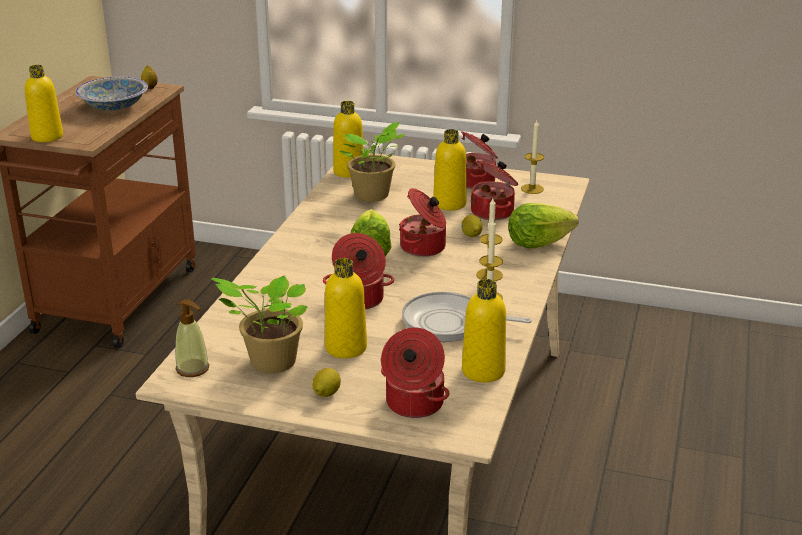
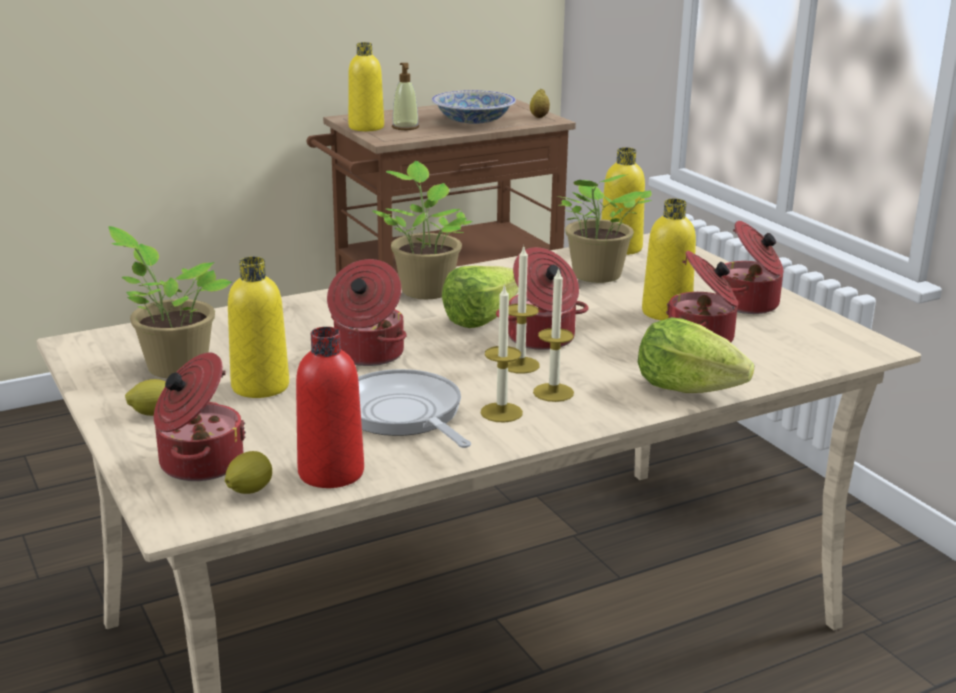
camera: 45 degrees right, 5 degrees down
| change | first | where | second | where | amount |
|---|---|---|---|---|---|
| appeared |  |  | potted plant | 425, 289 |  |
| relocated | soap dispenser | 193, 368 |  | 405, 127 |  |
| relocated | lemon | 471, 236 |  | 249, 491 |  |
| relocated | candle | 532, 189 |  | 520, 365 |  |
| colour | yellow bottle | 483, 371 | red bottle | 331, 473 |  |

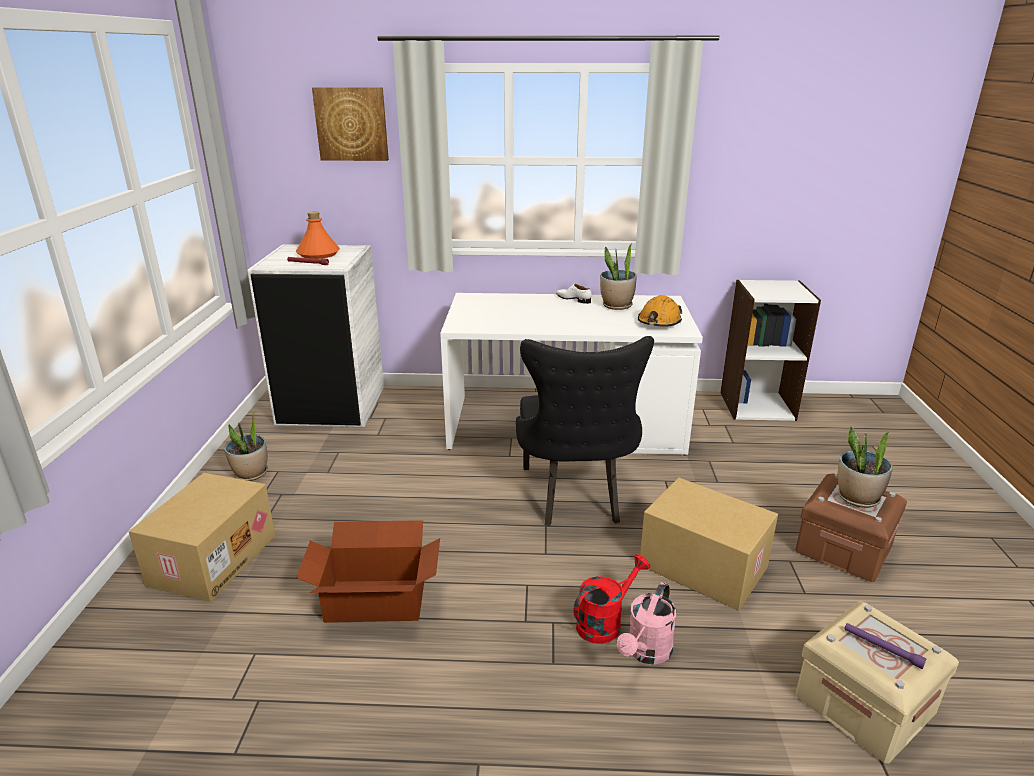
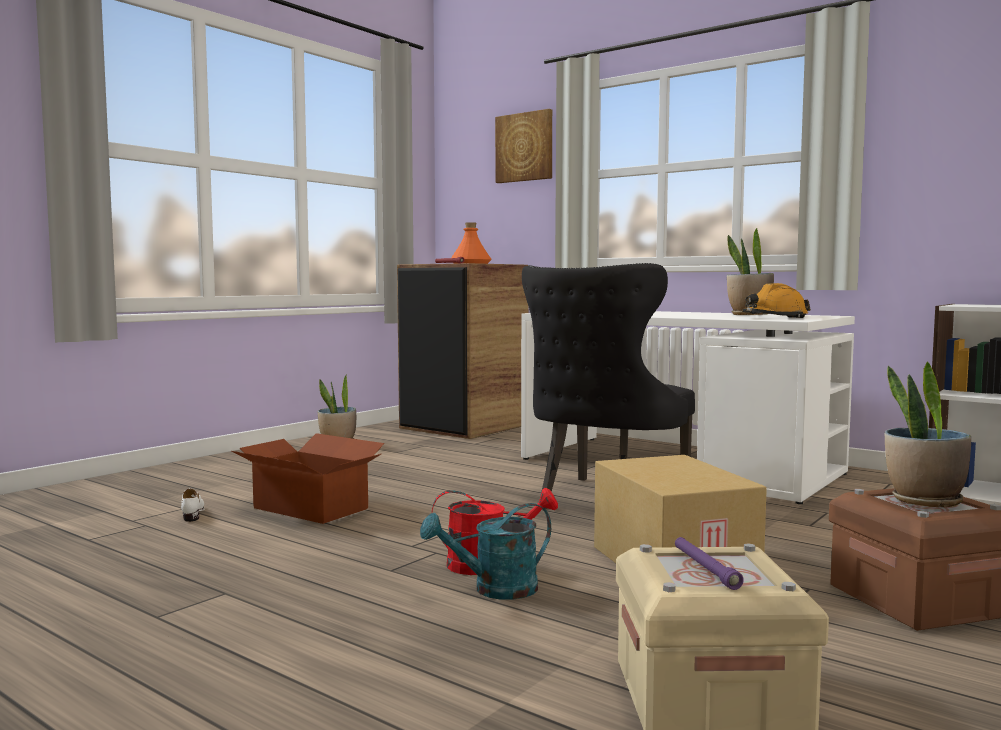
camera: 35 degrees right, 20 degrees down
| change | first | where | second | where | amount |
|---|---|---|---|---|---|
| missing | cardboard box | 212, 559 |  |  |  |
| relocated | white shoe | 573, 299 |  | 192, 513 |  |
| colour | white cabinet | 332, 405 | brown cabinet | 464, 427 |  |
| colour | pink watering can | 646, 653 | turquoise watering can | 494, 590 |  |

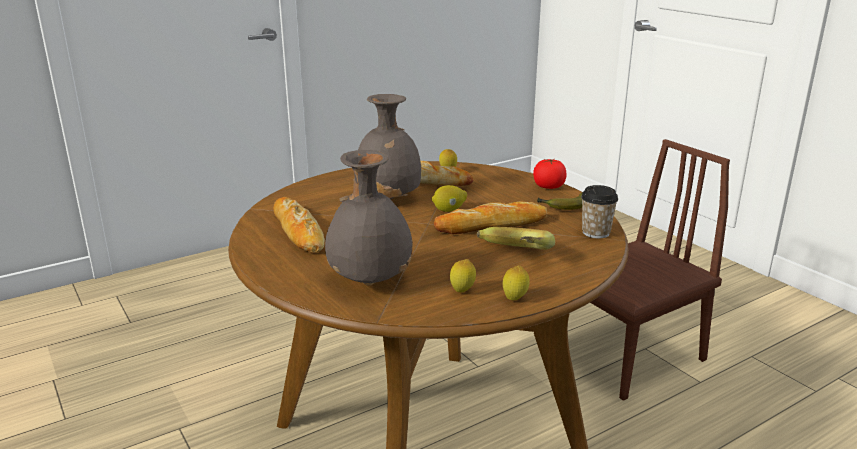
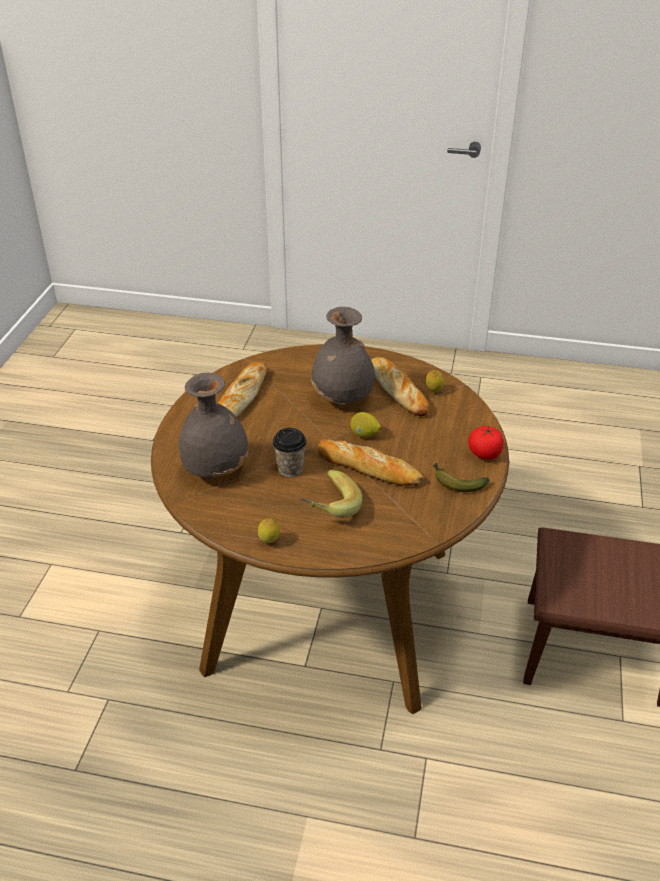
camera: 45 degrees right, 15 degrees up
| change | first | where | second | where | amount |
|---|---|---|---|---|---|
| missing | lemon | 462, 292 |  |  |  |
| relocated | cup | 596, 232 |  | 290, 469 |  |

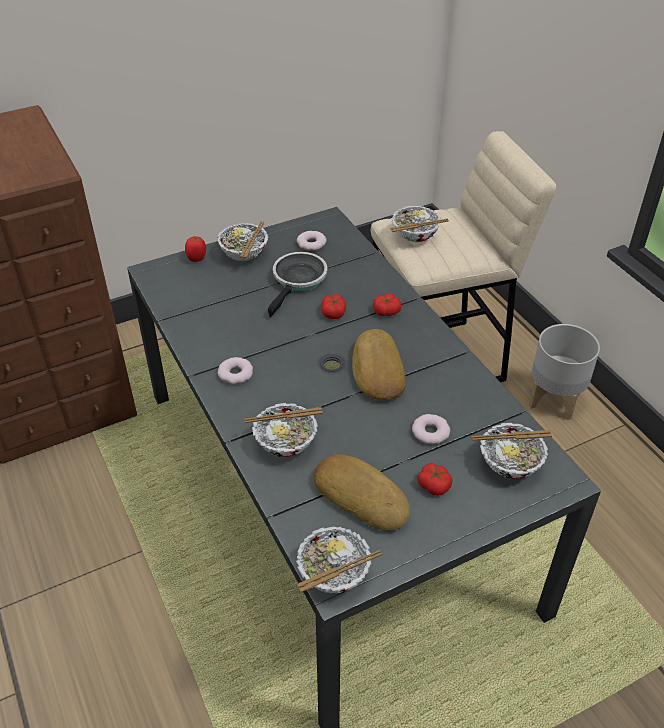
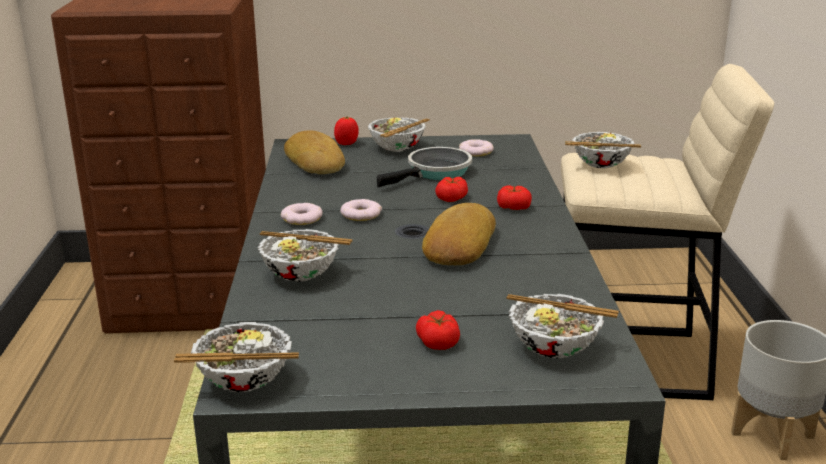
camera: 25 degrees right, 20 degrees down
| change | first | where | second | where | amount |
|---|---|---|---|---|---|
| relocated | bread | 362, 495 |  | 316, 161 |  |
| relocated | donut | 430, 432 |  | 361, 214 |  |

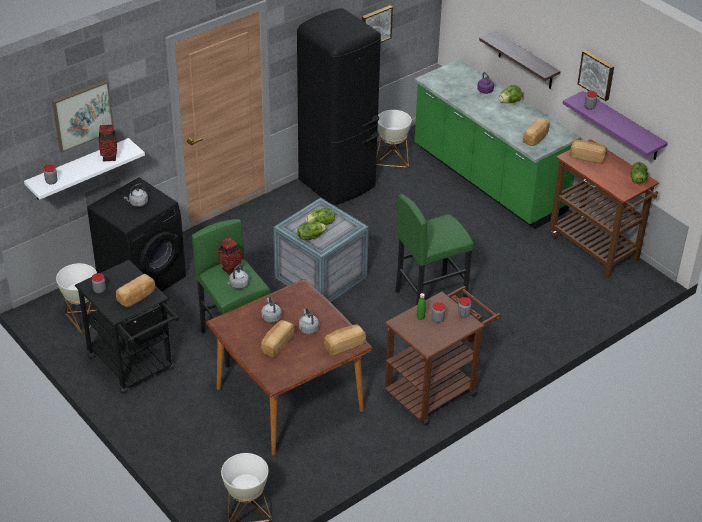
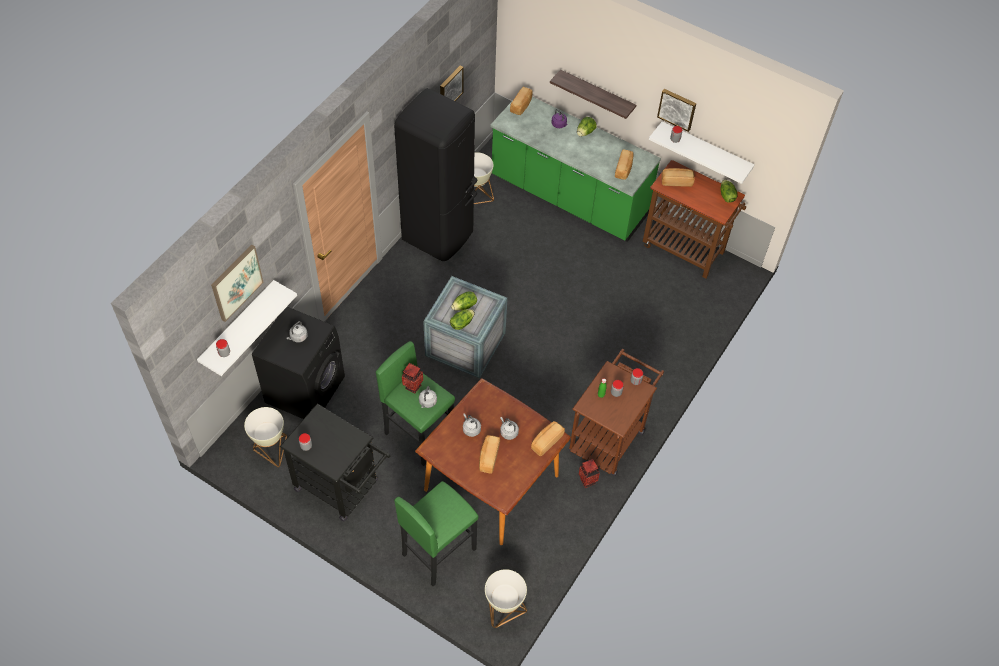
camera: 20 degrees left, 15 degrees up
| change | first | where | second | where | amount |
|---|---|---|---|---|---|
| relocated | vase | 109, 157 |  | 587, 481 |  |
| relocated | bread | 137, 297 |  | 521, 106 |  |
| relocated | green stool | 430, 296 |  | 438, 551 |  |
| colour | purple shelf | 622, 126 | white shelf | 705, 151 |  |

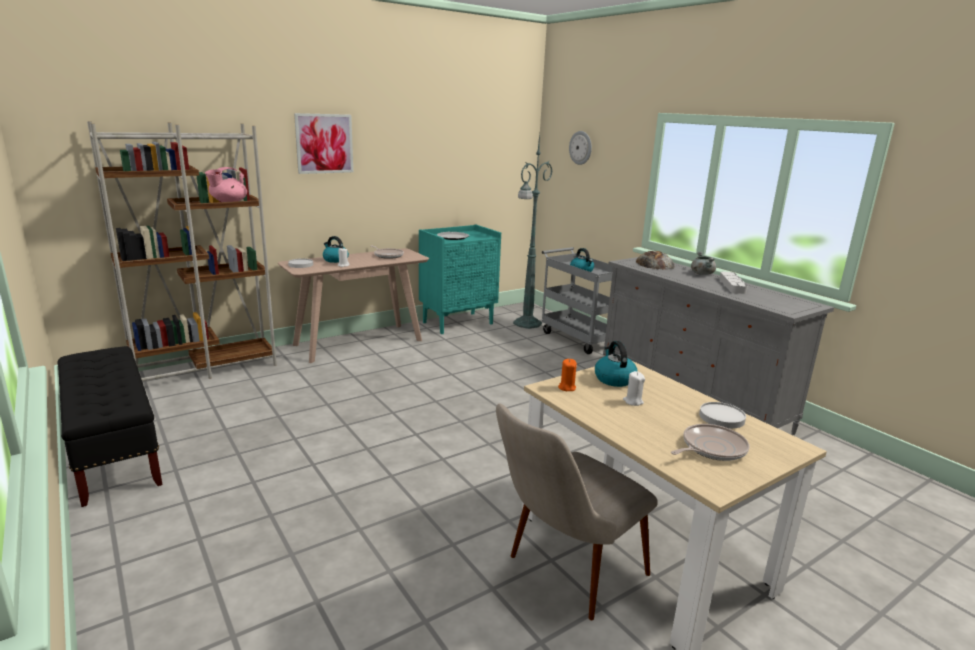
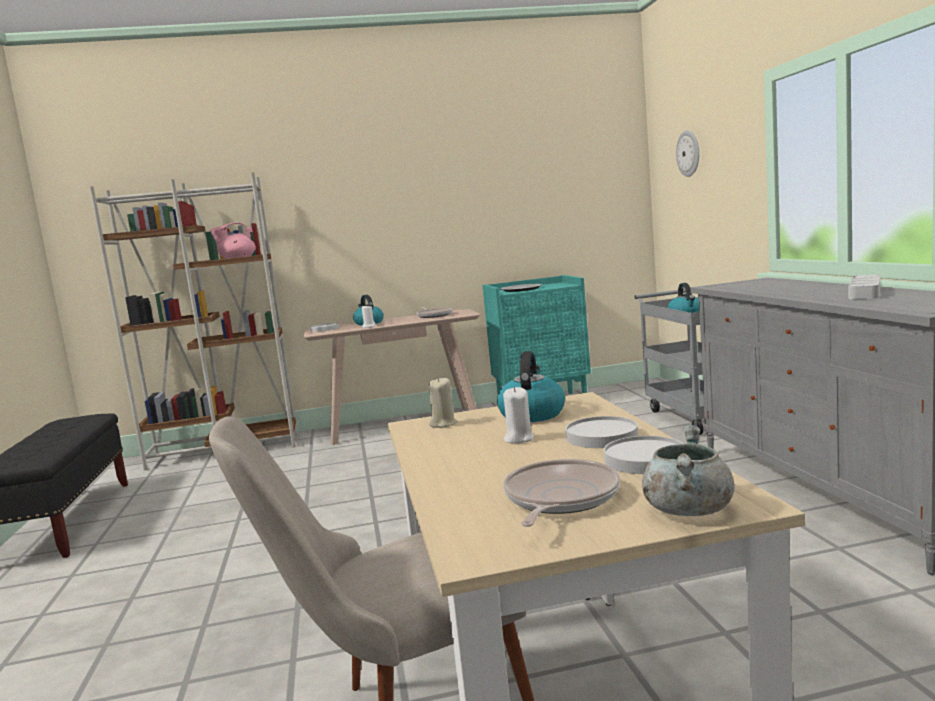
camera: 25 degrees right, 10 degrees down
| change | first | where | second | where | amount |
|---|---|---|---|---|---|
| missing | picture | 324, 143 |  |  |  |
| missing | green floor lamp | 526, 324 |  |  |  |
| missing | bread | 654, 264 |  |  |  |
| appeared |  |  | white plate | 601, 436 |  |
| relocated | grey cooking pot | 701, 273 |  | 687, 509 |  |
| colour | orange candle | 566, 387 | beige candle | 443, 424 |  |
| spun | frying pan | 711, 448 |  | 559, 499 | 60 degrees counterclockwise |

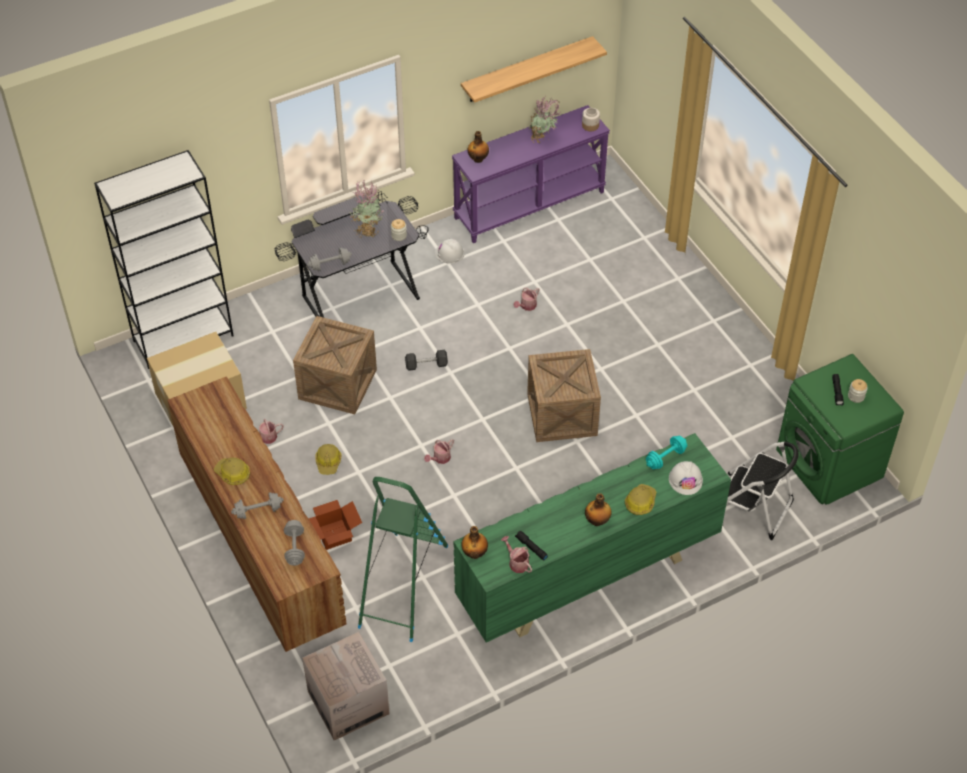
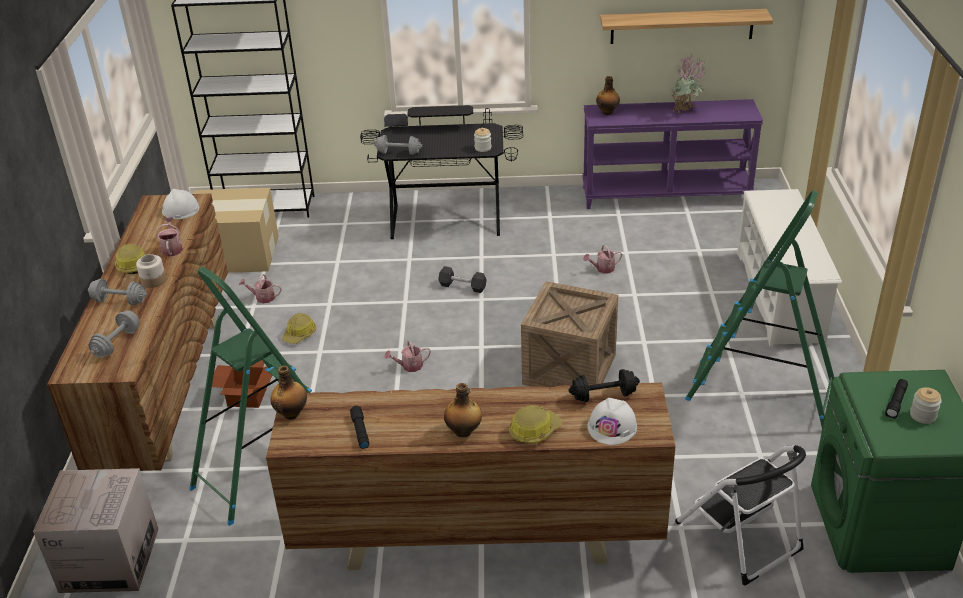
camera: 30 degrees right, 15 degrees down
| change | first | where | second | where | amount |
|---|---|---|---|---|---|
| missing | crate | 337, 384 |  |  |  |
| missing | potted plant | 367, 230 |  |  |  |
| appeared |  |  | green step ladder | 760, 395 |  |
| appeared |  |  | white shoe rack | 779, 296 |  |
| relocated | white hard hat | 449, 253 |  | 180, 209 |  |
| relocated | watering can | 517, 562 |  | 172, 248 |  |
| relocated | jar | 590, 125 |  | 154, 281 |  |
| colour | green cabinet | 587, 579 | brown cabinet | 475, 539 |  |
| colour | turquoise dumbbell | 665, 458 | black dumbbell | 603, 395 |  |

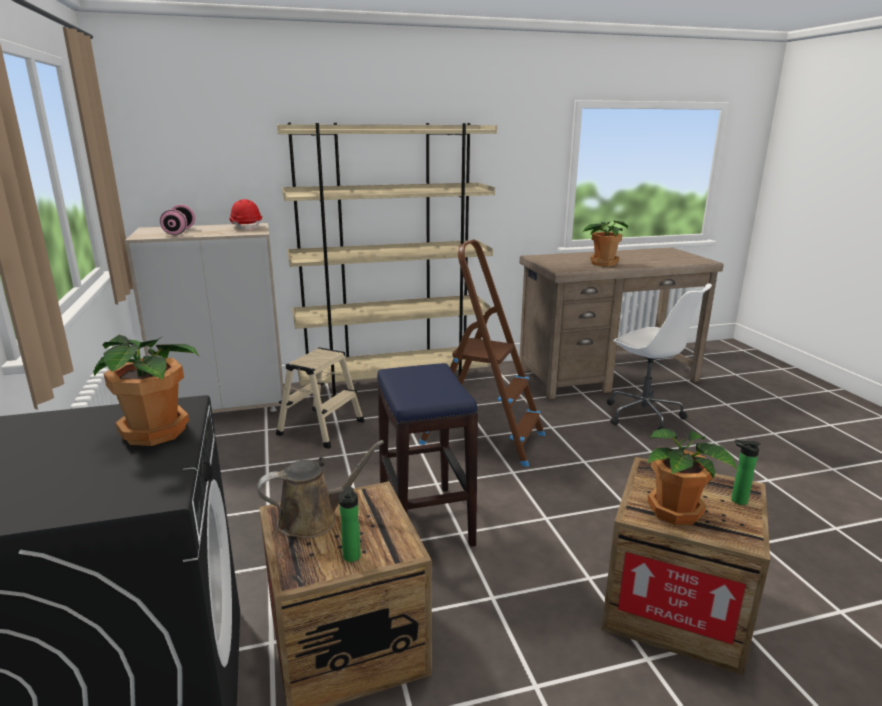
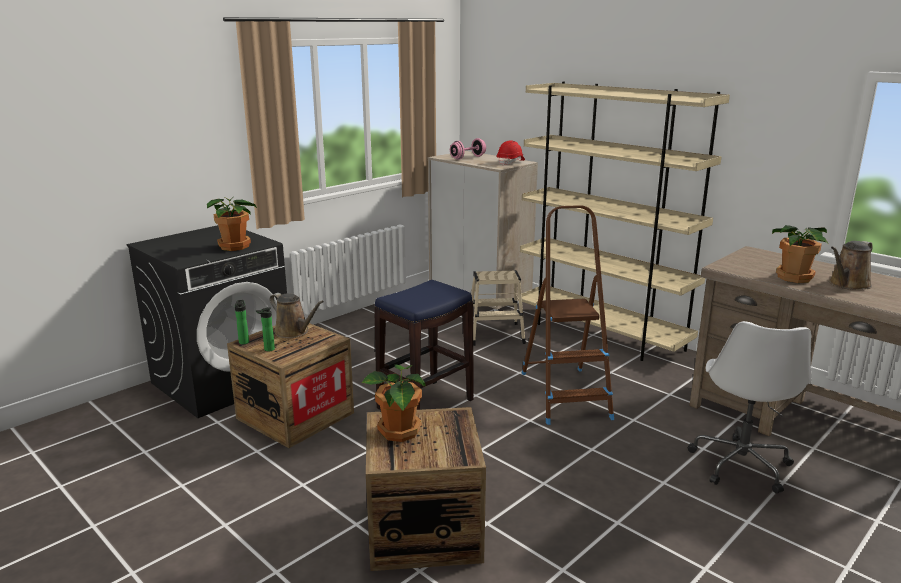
camera: 60 degrees right, 0 degrees up
| change | first | where | second | where | amount |
|---|---|---|---|---|---|
| appeared |  |  | brown watering can | 847, 285 |  |
| relocated | bottle | 736, 500 |  | 244, 341 |  |

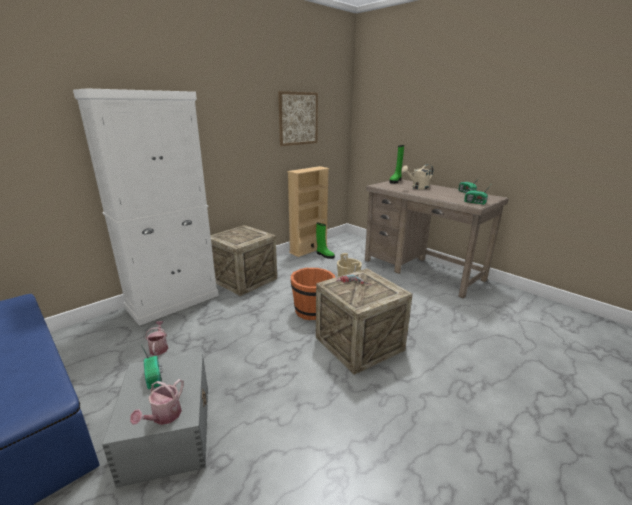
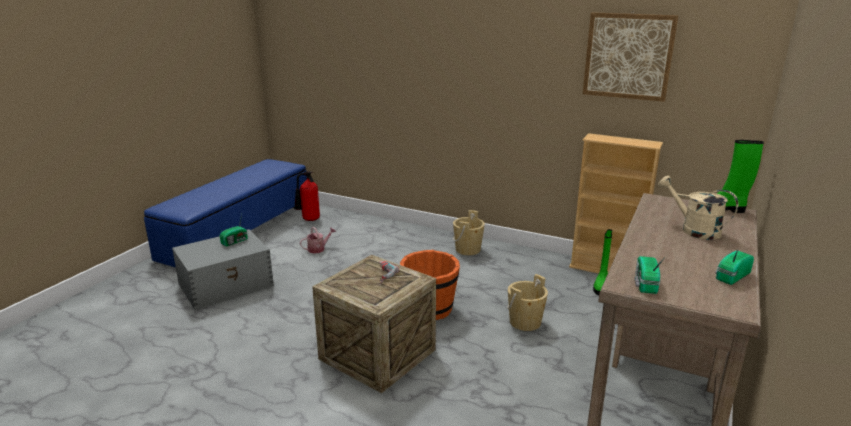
camera: 70 degrees right, 0 degrees up
| change | first | where | second | where | amount |
|---|---|---|---|---|---|
| missing | white cabinet | 173, 301 |  |  |  |
| missing | watering can | 163, 417 |  |  |  |
| appeared |  |  | fire extinguisher | 309, 220 |  |
| exchanged | crate | 244, 279 | beige bucket | 468, 249 |  |

